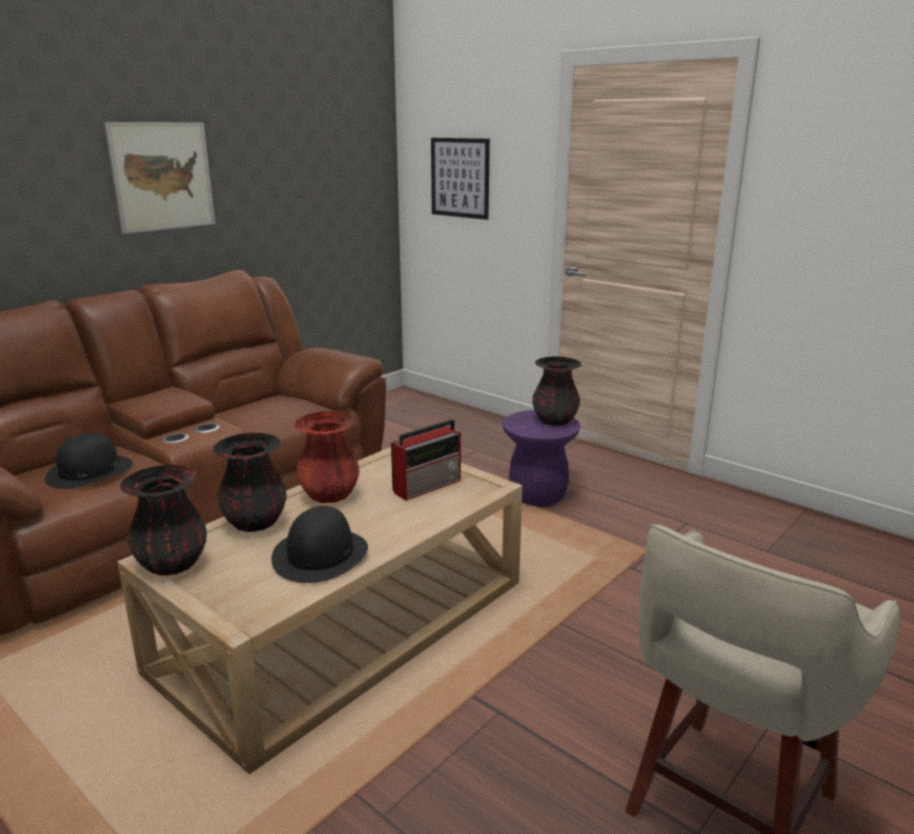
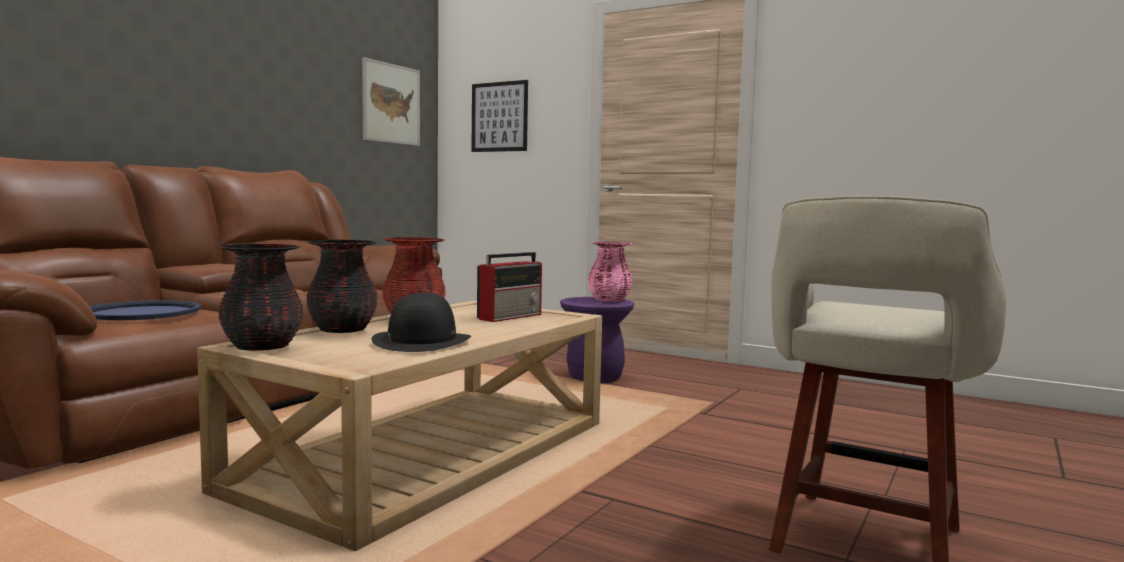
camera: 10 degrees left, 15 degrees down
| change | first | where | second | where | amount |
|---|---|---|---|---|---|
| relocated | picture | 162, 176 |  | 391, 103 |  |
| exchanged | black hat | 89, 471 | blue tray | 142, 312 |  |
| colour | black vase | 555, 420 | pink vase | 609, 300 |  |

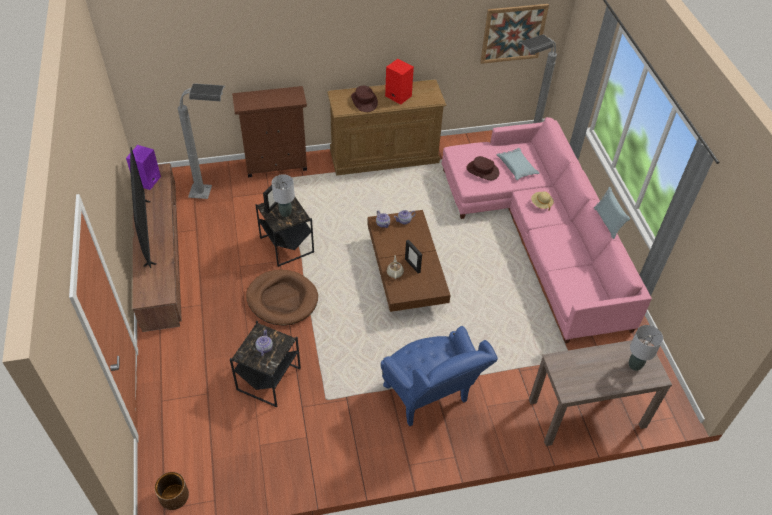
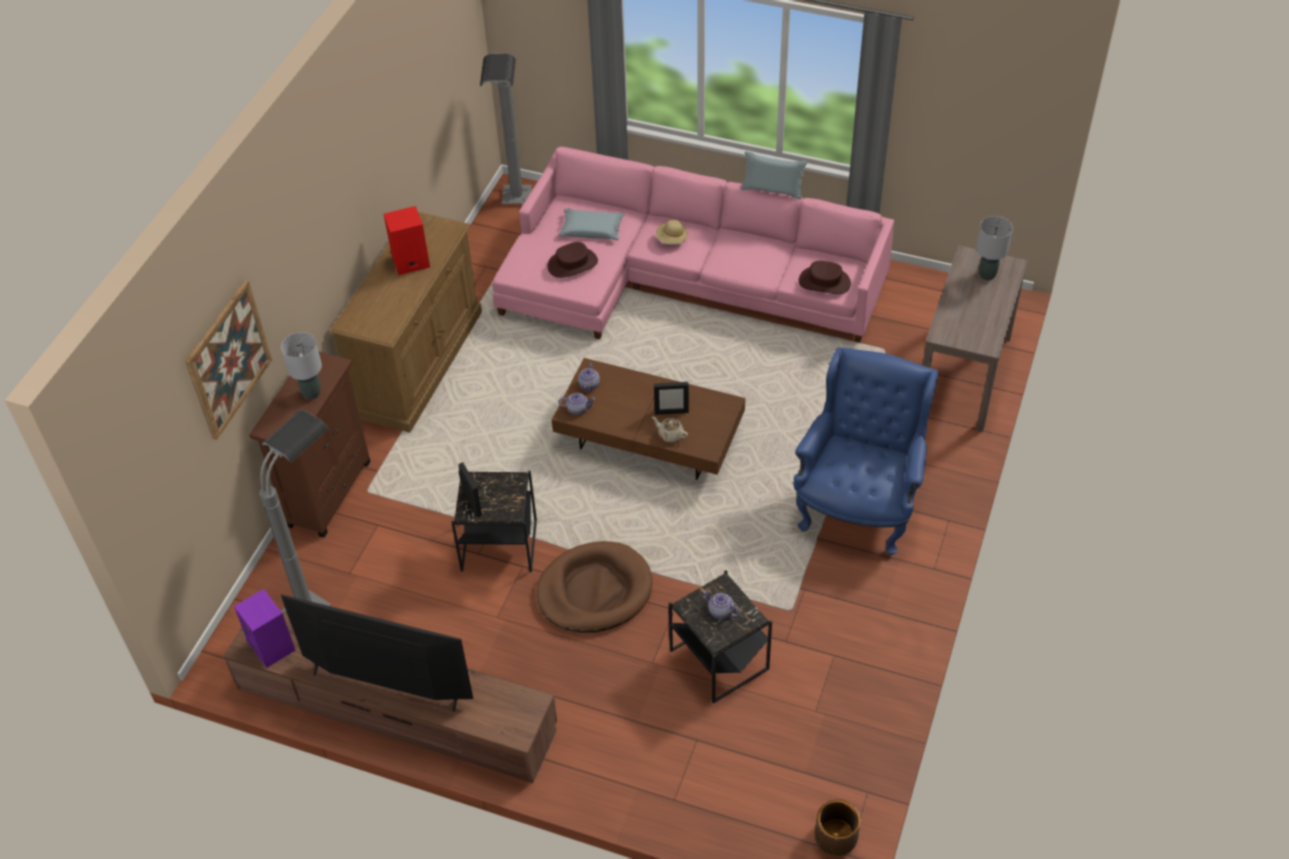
camera: 55 degrees left, 0 degrees up
| change | first | where | second | where | amount |
|---|---|---|---|---|---|
| relocated | grey table lamp | 285, 213 |  | 311, 393 |  |
| relocated | brown hat | 364, 101 |  | 824, 282 |  |
| relocated | picture | 513, 33 |  | 228, 359 |  |
| spun | blue armchair | 430, 400 |  | 858, 506 | 75 degrees counterclockwise |

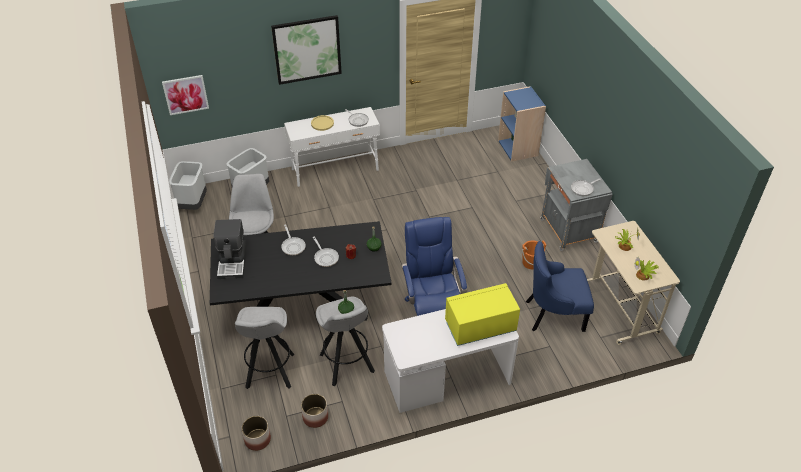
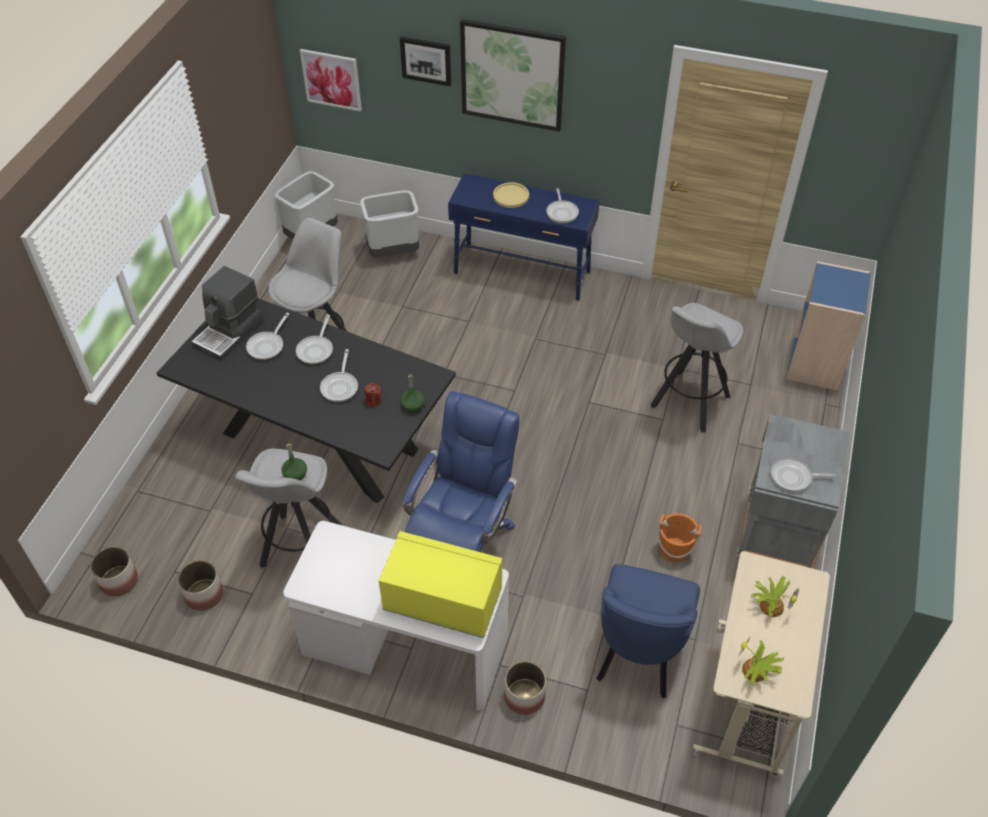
camera: 35 degrees right, 5 degrees up
| change | first | where | second | where | amount |
|---|---|---|---|---|---|
| appeared |  |  | frying pan | 267, 346 |  |
| appeared |  |  | picture | 426, 60 |  |
| appeared |  |  | planter | 524, 697 |  |
| relocated | grey stool | 269, 372 |  | 688, 402 |  |
| colour | white console table | 335, 170 | blue console table | 521, 273 |  |
| spun | blue chair | 555, 314 |  | 639, 648 | 105 degrees counterclockwise |

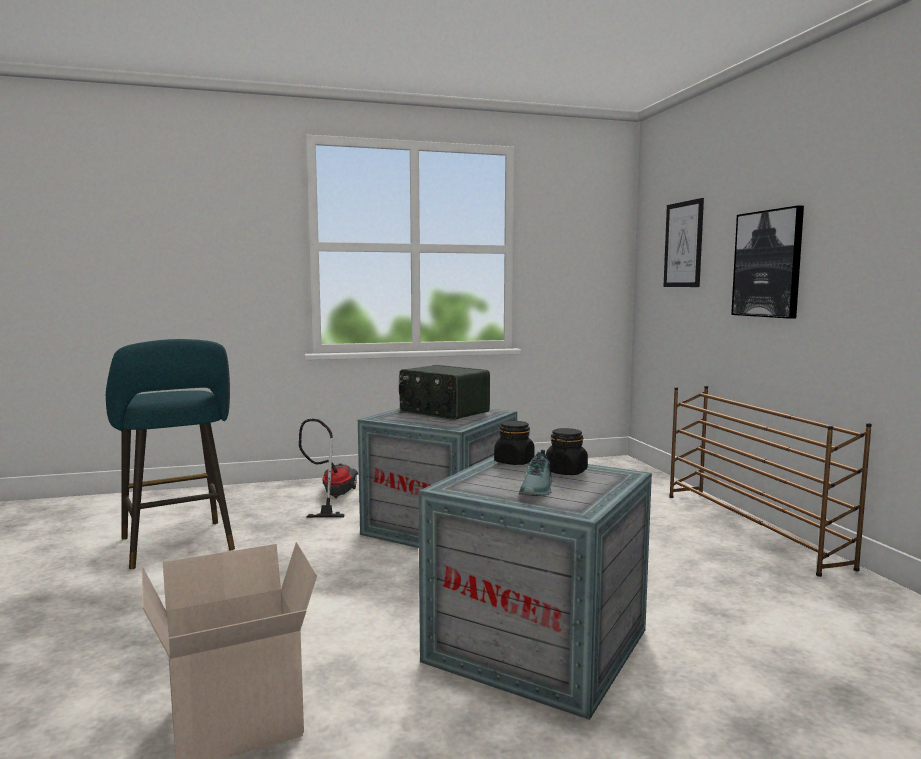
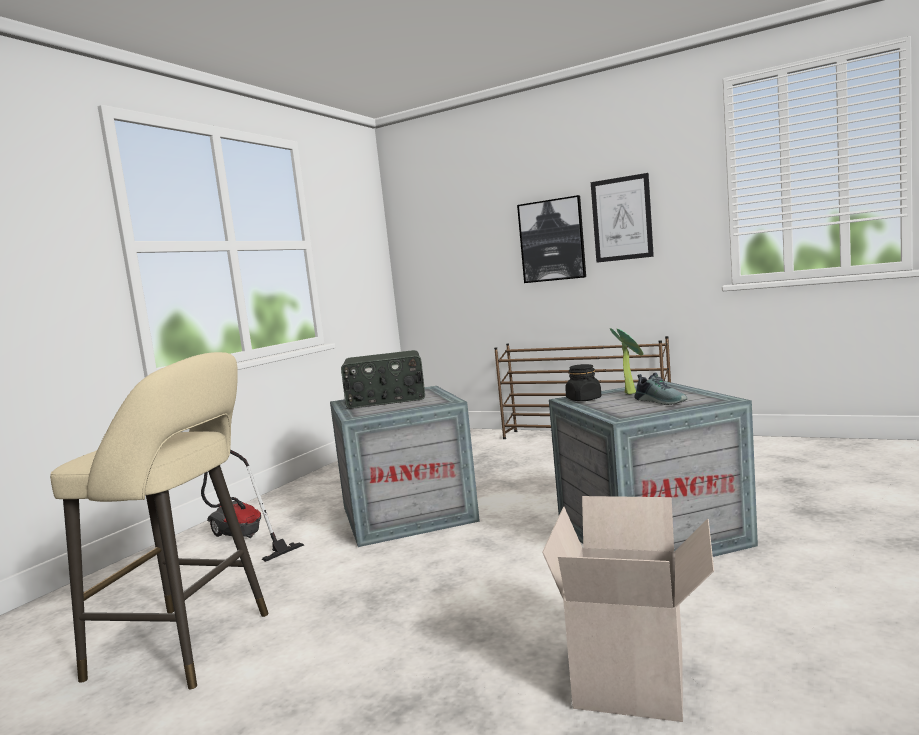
camera: 45 degrees left, 0 degrees up
| change | first | where | second | where | amount |
|---|---|---|---|---|---|
| relocated | picture | 683, 244 |  | 621, 219 |  |
| exchanged | black jar | 566, 471 | potted plant | 631, 393 |  |
| colour | turquoise stool | 178, 546 | beige stool | 189, 646 |  |

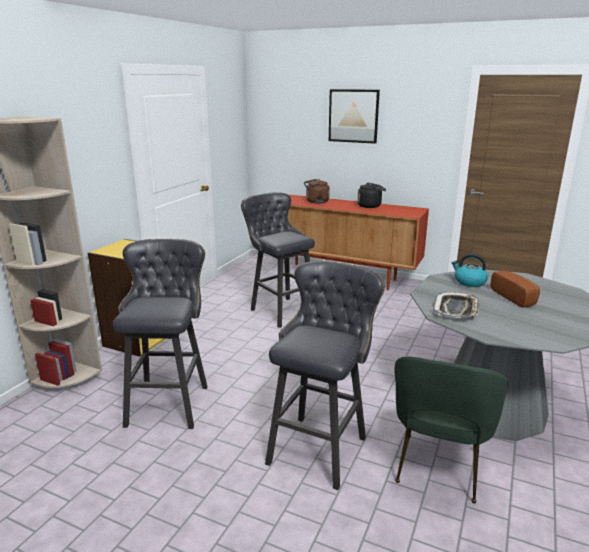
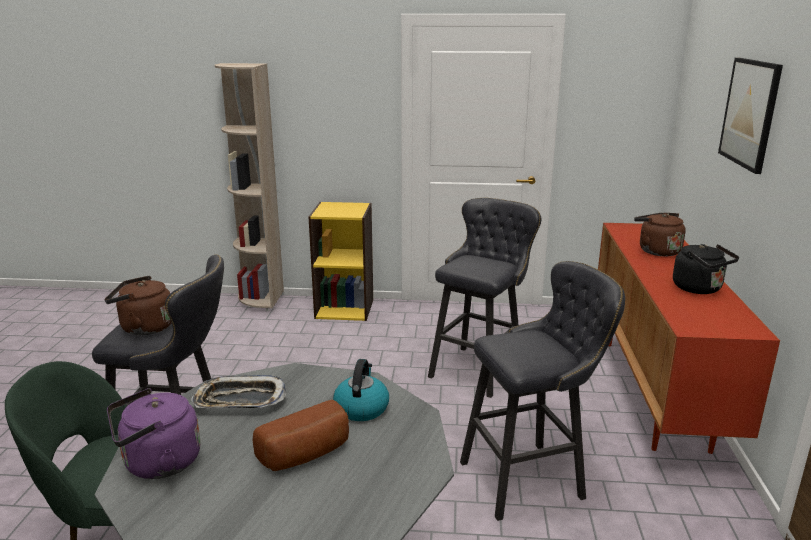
camera: 70 degrees right, 0 degrees up
| change | first | where | second | where | amount |
|---|---|---|---|---|---|
| appeared |  |  | brown kettle | 144, 328 |  |
| appeared |  |  | purple kettle | 158, 464 |  |
| relocated | black stool | 170, 399 |  | 534, 476 |  |

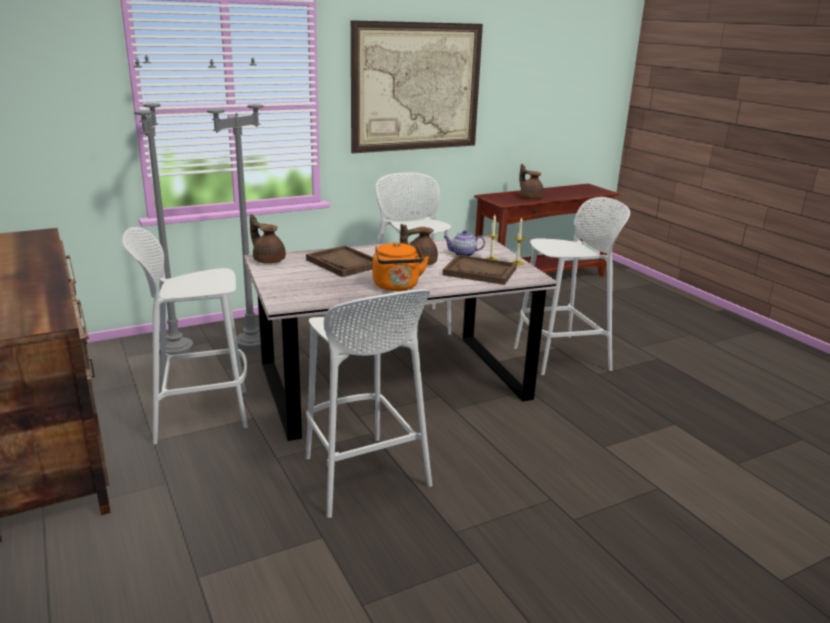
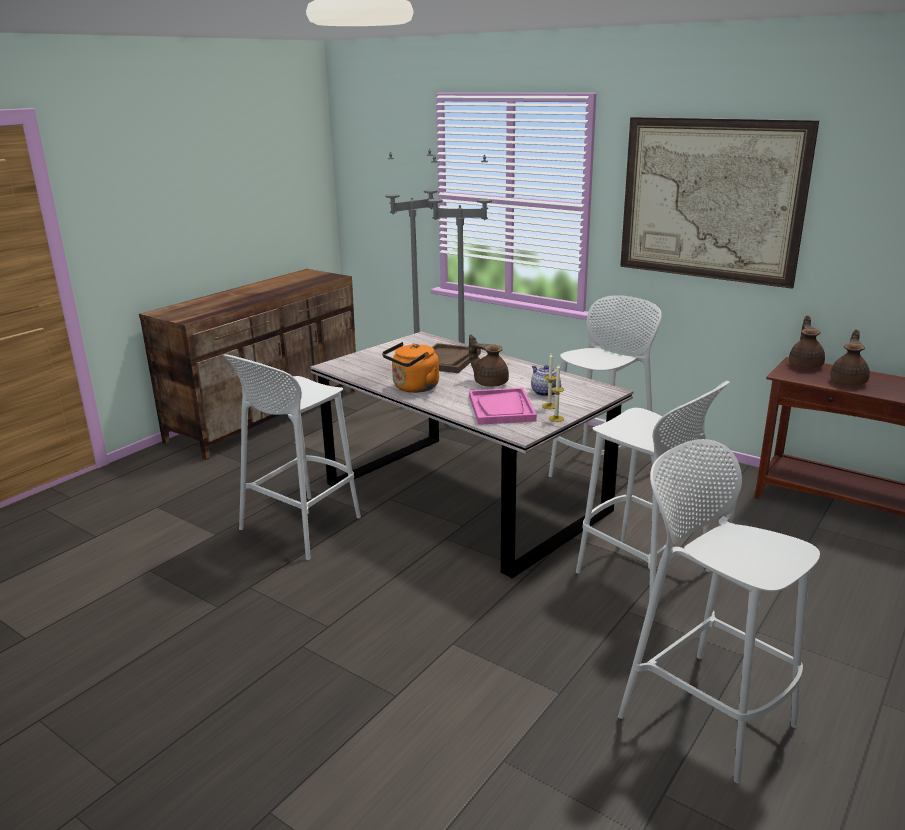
camera: 65 degrees right, 0 degrees up
| change | first | where | second | where | amount |
|---|---|---|---|---|---|
| relocated | white stool | 198, 413 |  | 707, 714 |  |
| relocated | brown teapot | 268, 260 |  | 805, 365 |  |
| colour | brown tray | 480, 272 | pink tray | 501, 408 |  |

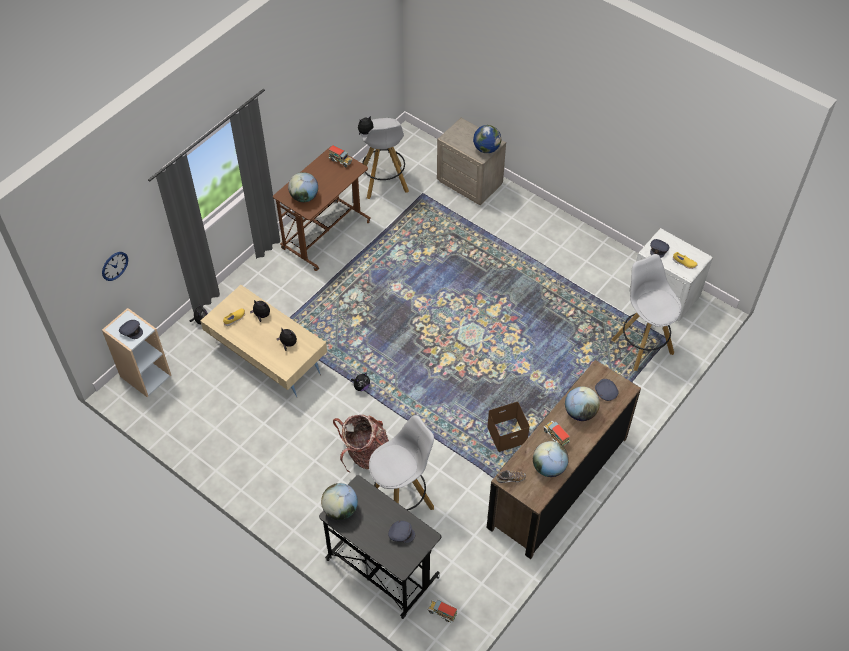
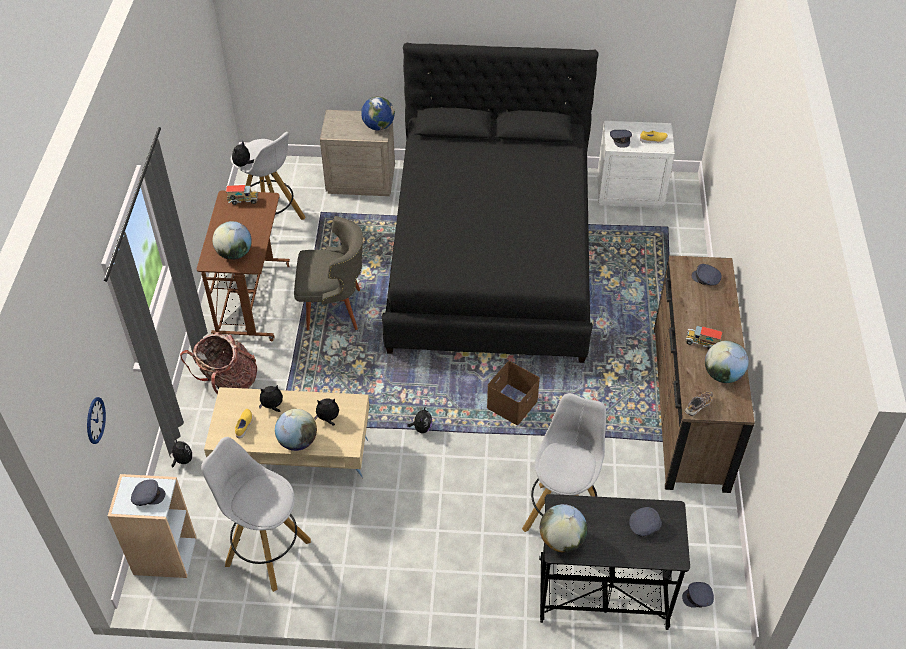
camera: 35 degrees left, 5 degrees down
| change | first | where | second | where | amount |
|---|---|---|---|---|---|
| appeared |  |  | grey chair | 333, 309 |  |
| appeared |  |  | black bed | 491, 256 |  |
| relocated | backpack | 365, 454 |  | 228, 382 |  |
| relocated | brown storage box | 506, 436 |  | 512, 405 |  |
| relocated | globe | 580, 412 |  | 297, 441 |  |
| relocated | white stool | 641, 345 |  | 266, 552 |  |
| exchanged | toy truck | 442, 612 | grey cap | 698, 598 |  |

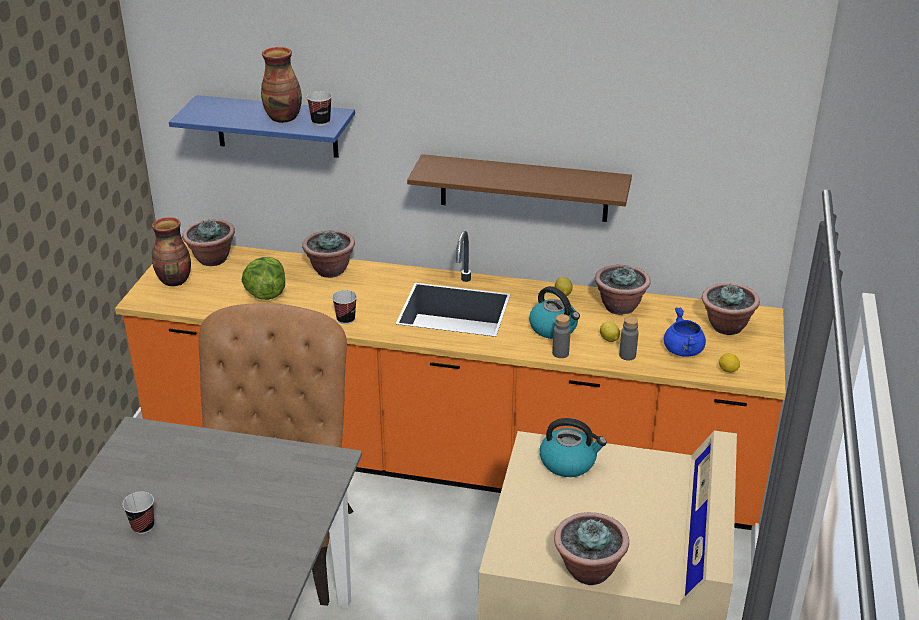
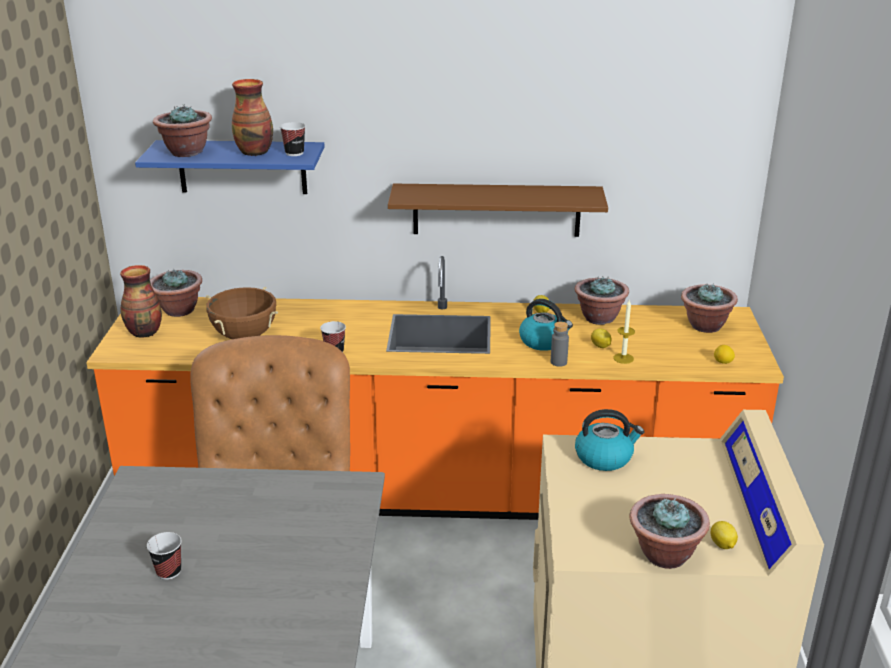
camera: 10 degrees left, 5 degrees down
| change | first | where | second | where | amount |
|---|---|---|---|---|---|
| missing | blue cooking pot | 684, 351 |  |  |  |
| appeared |  |  | lemon | 722, 545 |  |
| relocated | potted plant | 330, 270 |  | 186, 152 |  |
| exchanged | lettuce | 266, 294 | brown cooking pot | 244, 336 |  |
| exchanged | grey bottle | 627, 355 | candle | 623, 358 |  |

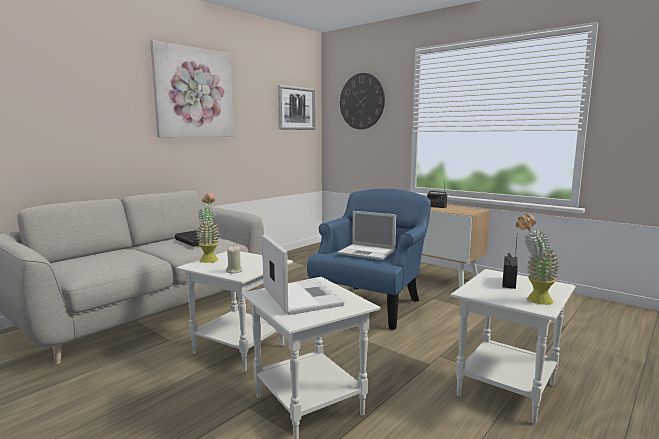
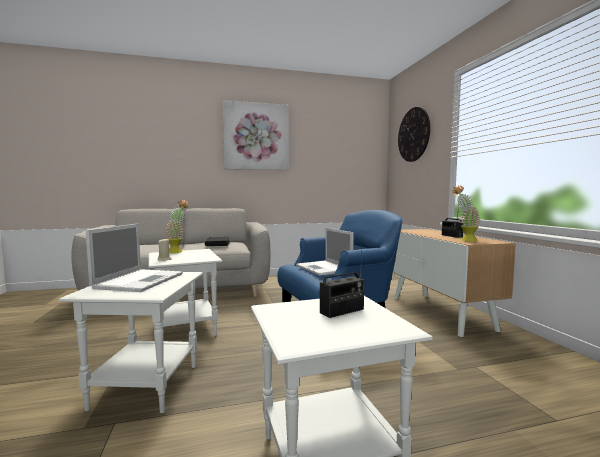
camera: 35 degrees right, 5 degrees down
| change | first | where | second | where | amount |
|---|---|---|---|---|---|
| missing | picture | 296, 108 |  |  |  |
| relocated | potted plant | 533, 300 |  | 464, 240 |  |

